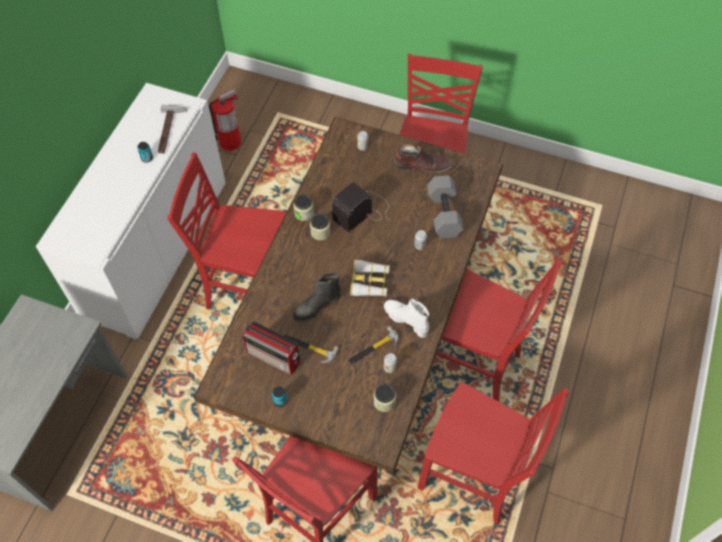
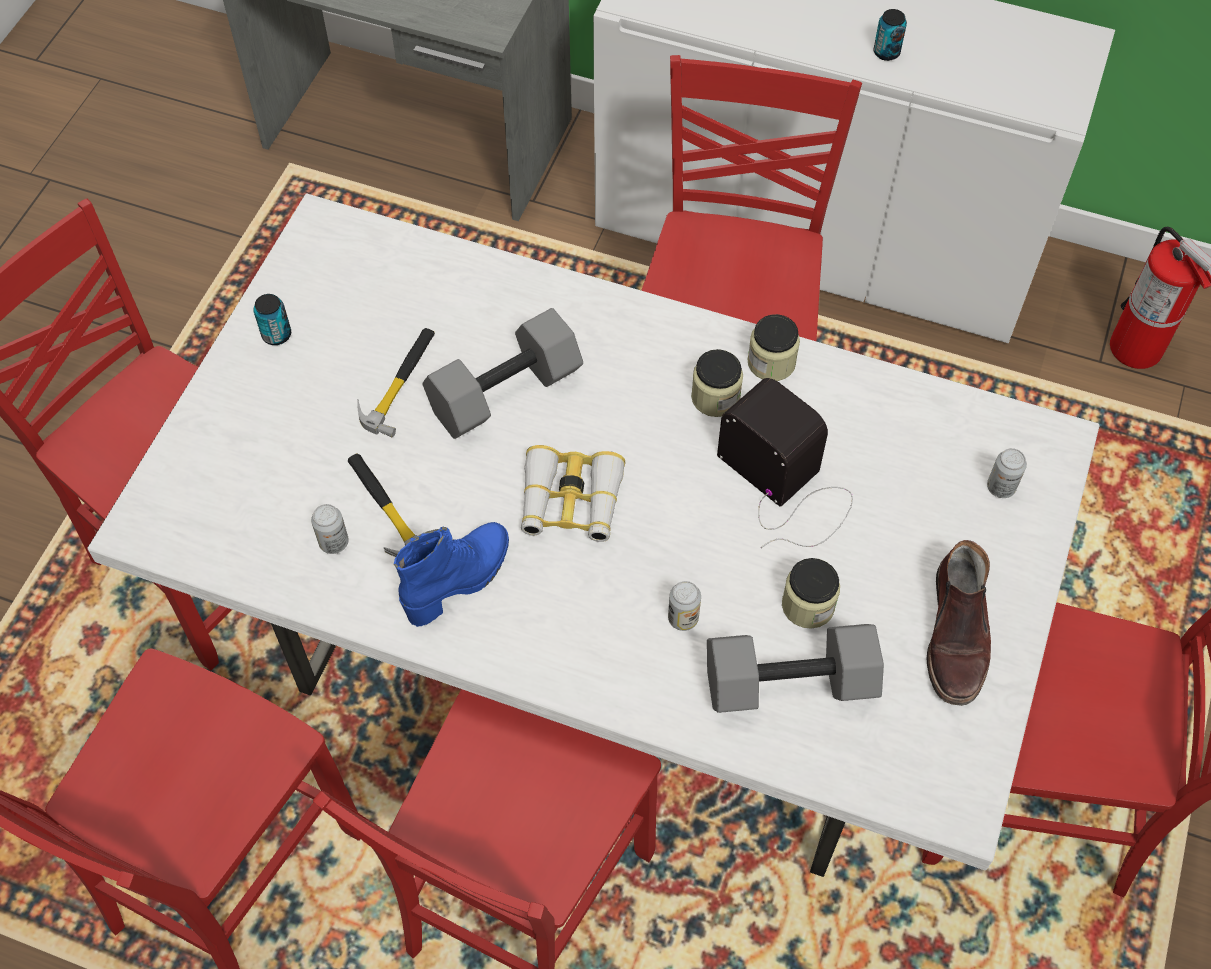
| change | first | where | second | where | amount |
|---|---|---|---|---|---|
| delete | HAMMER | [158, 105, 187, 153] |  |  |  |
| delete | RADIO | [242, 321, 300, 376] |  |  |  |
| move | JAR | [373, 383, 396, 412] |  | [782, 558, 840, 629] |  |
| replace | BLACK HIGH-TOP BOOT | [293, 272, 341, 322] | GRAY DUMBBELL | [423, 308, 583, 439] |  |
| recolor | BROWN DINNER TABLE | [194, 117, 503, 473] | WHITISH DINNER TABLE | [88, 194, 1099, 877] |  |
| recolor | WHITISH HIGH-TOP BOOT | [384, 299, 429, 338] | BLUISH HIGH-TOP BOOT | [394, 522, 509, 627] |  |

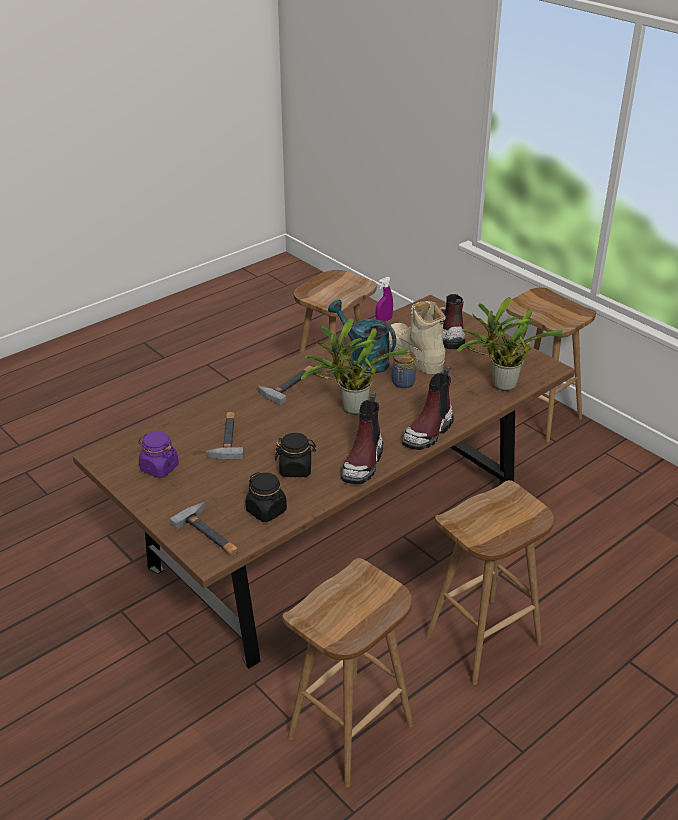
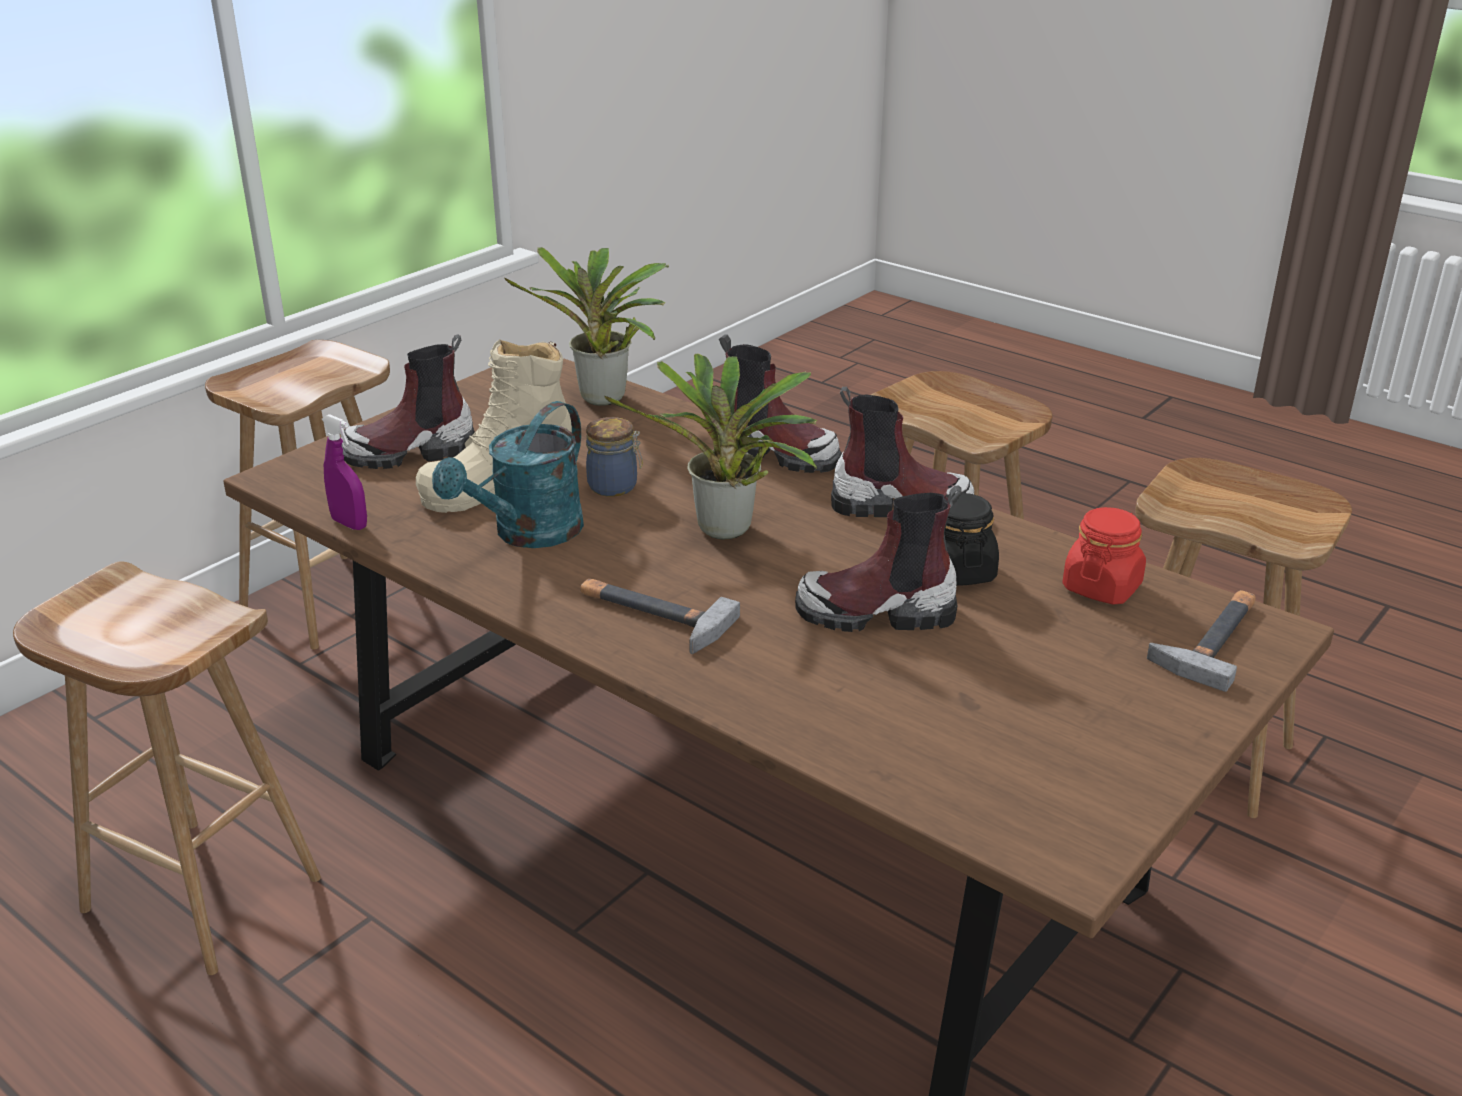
| change | first | where | second | where | amount |
|---|---|---|---|---|---|
| delete | PURPLE-COLOURED JAR | [138, 431, 179, 478] |  |  |  |
| delete | HAMMER | [206, 412, 244, 460] |  |  |  |
| insert |  |  | HIGH-TOP BOOT | [795, 485, 962, 632] |  |
| recolor | BLACK JAR | [246, 472, 287, 522] | REDDISH JAR | [1062, 507, 1146, 605] |  |

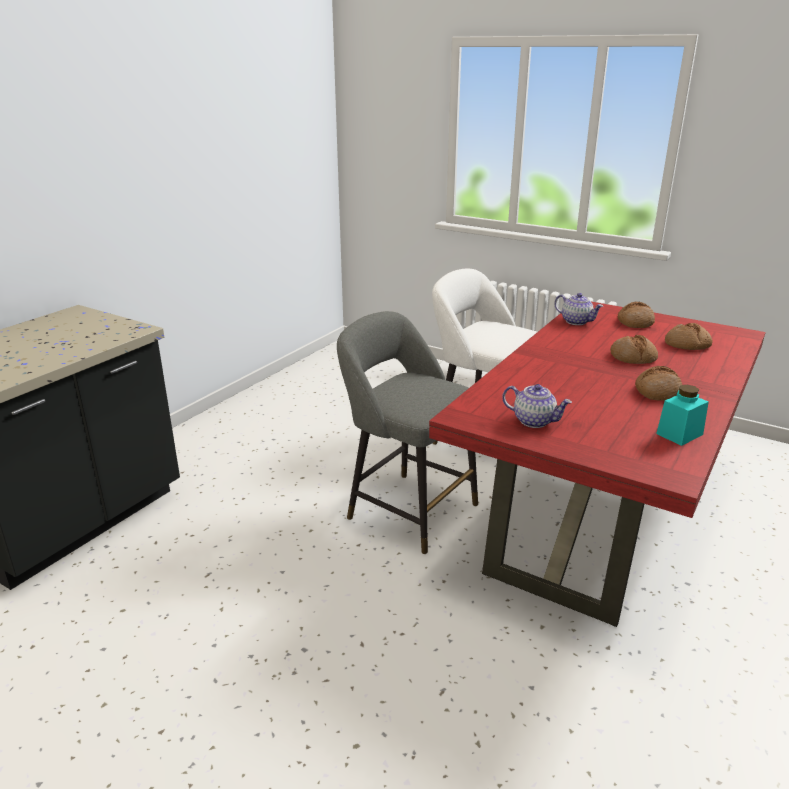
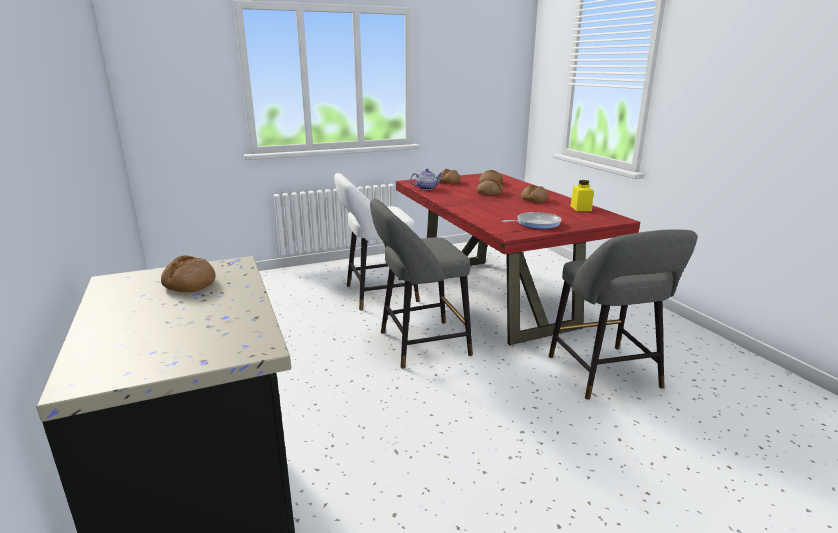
| change | first | where | second | where | amount |
|---|---|---|---|---|---|
| insert |  |  | BAKED BREAD | [161, 255, 216, 292] |  |
| insert |  |  | GRAY STOOL | [549, 229, 697, 400] |  |
| replace | POT FOR TEA | [502, 384, 572, 428] | PAN | [502, 212, 561, 229] |  |
| recolor | TURQUOISE-COLOURED JAR | [656, 385, 709, 446] | YELLOW-COLOURED JAR | [570, 180, 594, 211] |  |

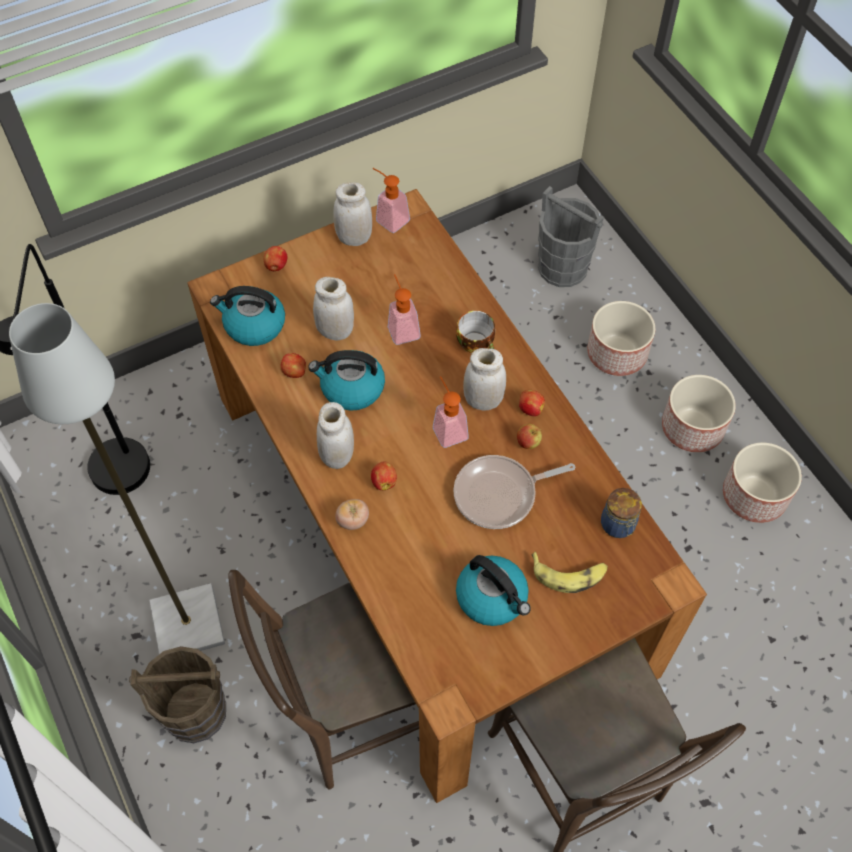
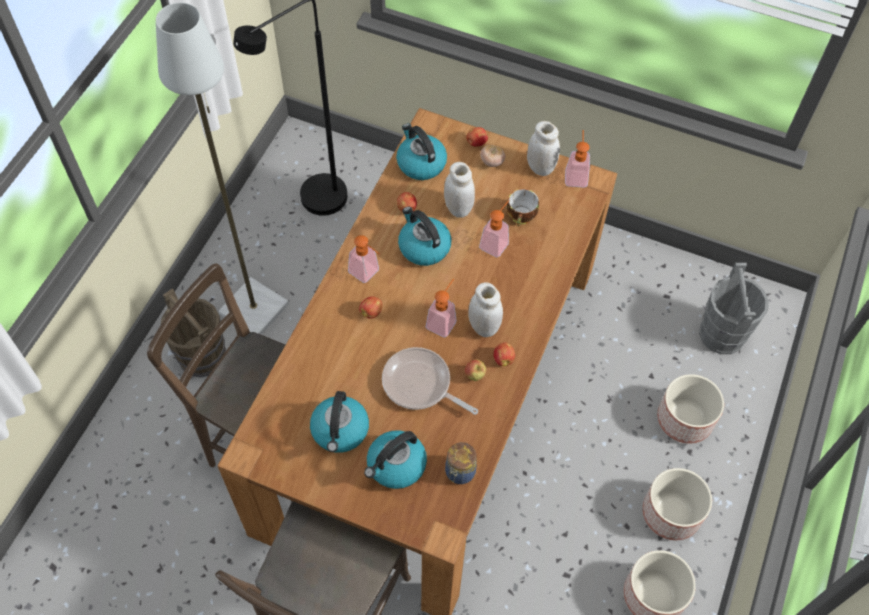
| change | first | where | second | where | amount |
|---|---|---|---|---|---|
| move | TOMATO | [336, 499, 369, 530] |  | [480, 145, 505, 167] |  |
| move | DRINKING CUP | [456, 311, 495, 354] |  | [507, 189, 539, 226] |  |
| replace | WHITISH JAR | [317, 402, 354, 469] | LIQUID SOAP BOTTLE | [348, 235, 379, 283] |  |
| replace | BANANA | [532, 551, 608, 593] | KETTLE | [364, 430, 427, 489] |  |

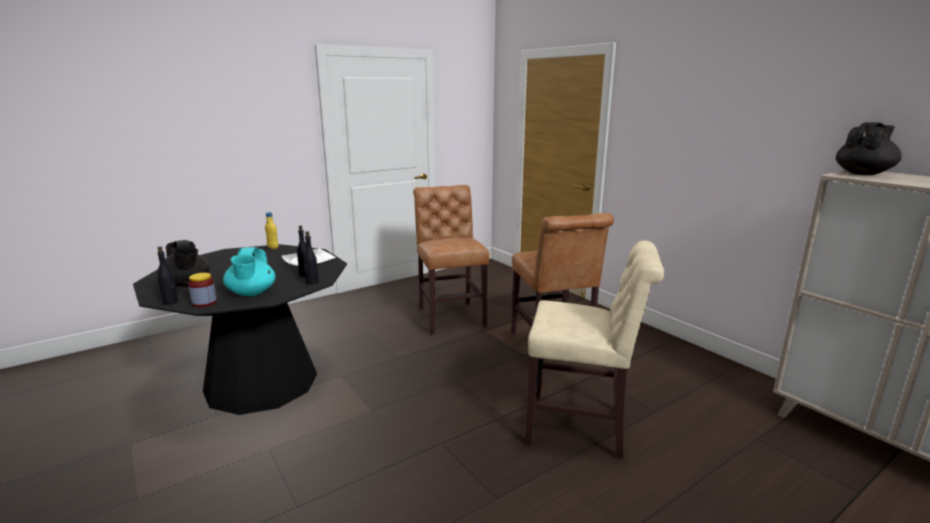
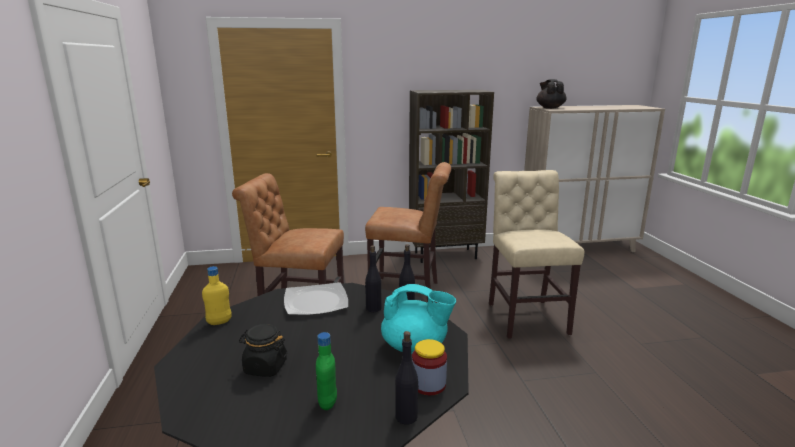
| change | first | where | second | where | amount |
|---|---|---|---|---|---|
| insert |  |  | BLACK JAR | [239, 324, 287, 377] |  |
| insert |  |  | BROWN BOOKSHELF | [409, 90, 494, 263] |  |
| replace | BLACK POT FOR TEA | [157, 240, 210, 287] | GREEN-COLOURED DRINK BOTTLE | [316, 332, 337, 410] |  |
| rotate | SAND-COLOURED CHAIR | [526, 240, 664, 459] |  | [489, 170, 585, 339] | 45 degrees counterclockwise |

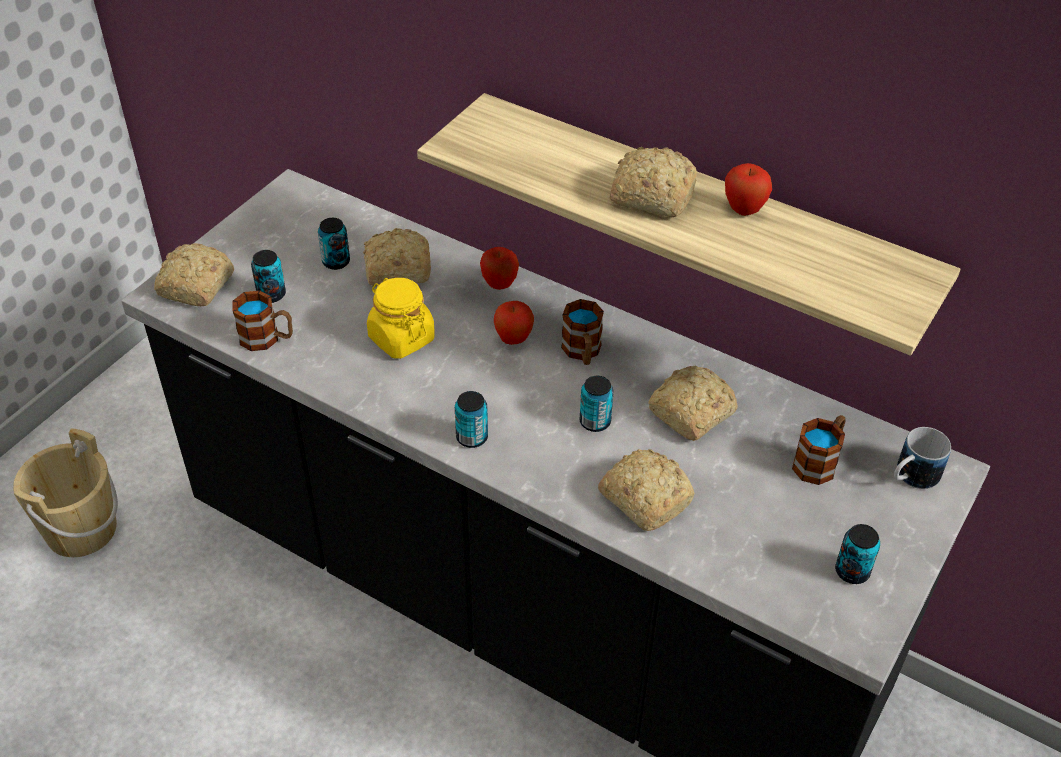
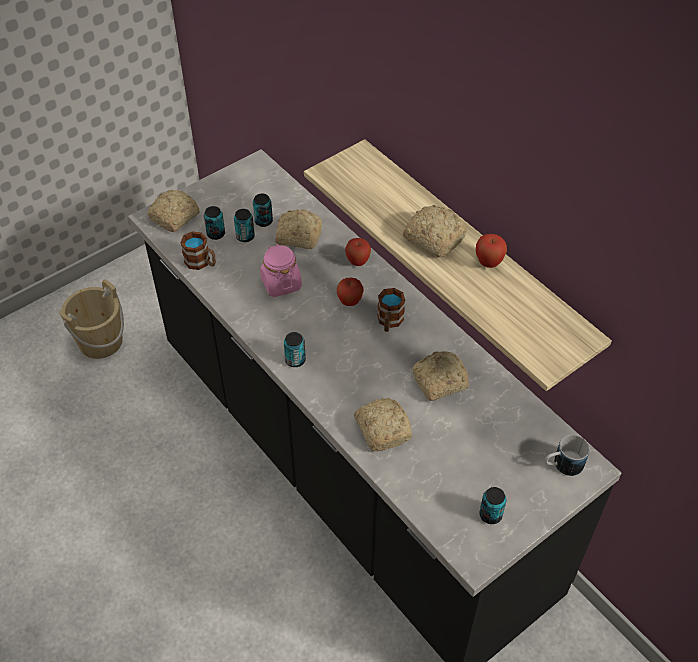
| change | first | where | second | where | amount |
|---|---|---|---|---|---|
| delete | TEA MUG | [792, 415, 846, 485] |  |  |  |
| move | METAL CAN | [580, 376, 614, 432] |  | [234, 209, 255, 242] |  |
| recolor | YELLOW-COLOURED JAR | [367, 278, 435, 359] | PINK-COLOURED JAR | [260, 244, 302, 297] |  |

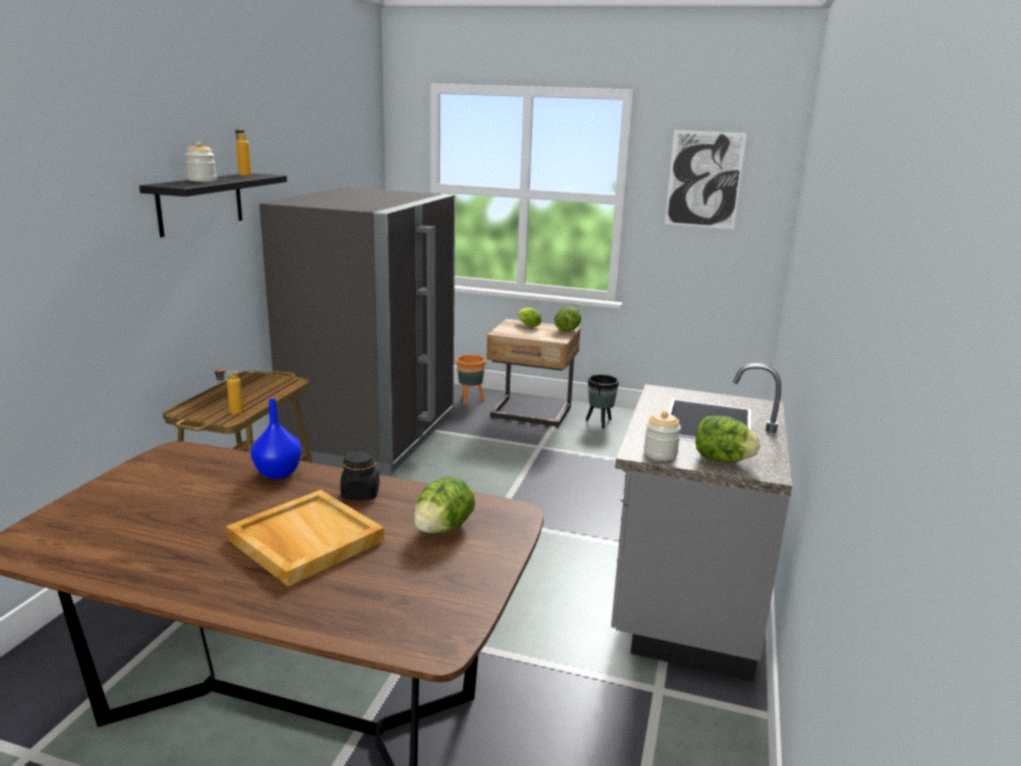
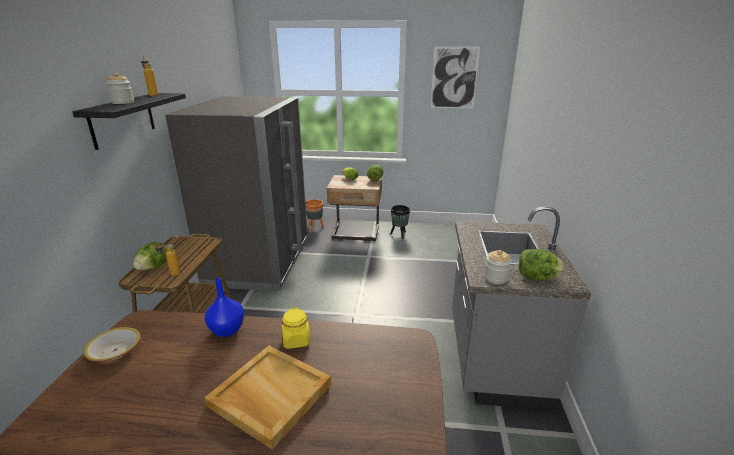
| change | first | where | second | where | amount |
|---|---|---|---|---|---|
| insert |  |  | DEEP DISH | [83, 327, 141, 362] |  |
| move | LETTUCE HEAD | [414, 477, 475, 534] |  | [133, 241, 167, 270] |  |
| recolor | BLACK JAR | [340, 450, 380, 500] | YELLOW-COLOURED JAR | [282, 308, 311, 349] |  |

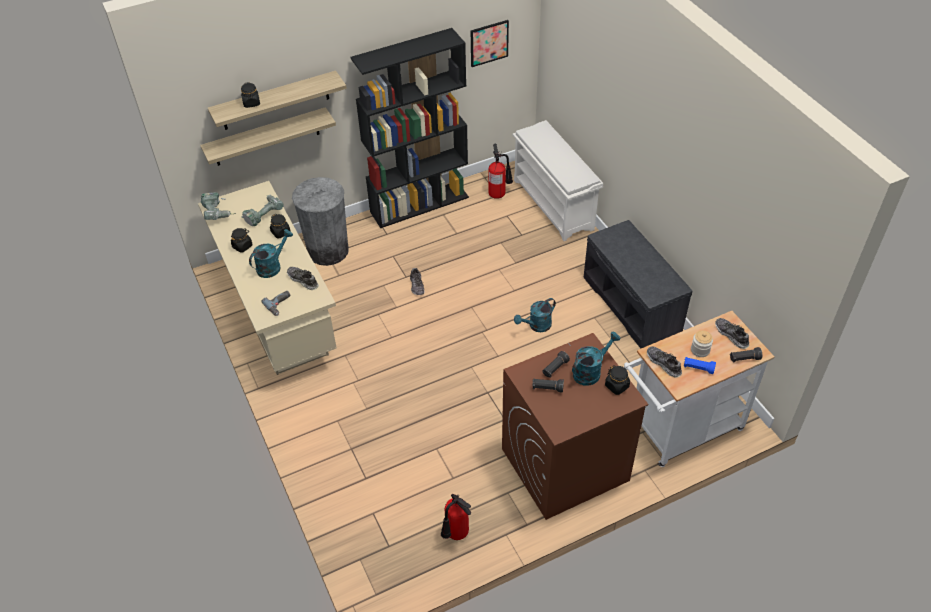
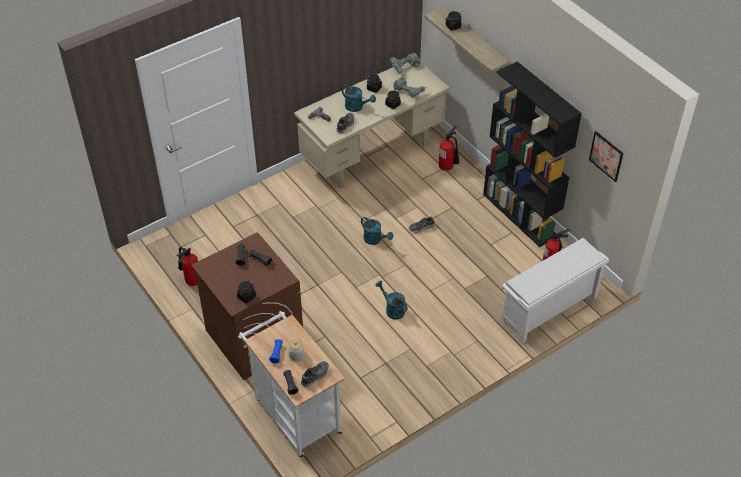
| change | first | where | second | where | amount |
|---|---|---|---|---|---|
| delete | SHELF | [200, 107, 336, 166] |  |  |  |
| delete | GRAY BENCH | [583, 220, 692, 349] |  |  |  |
| delete | ITEM OF FOOTWEAR | [647, 346, 682, 378] |  |  |  |
| move | TURQUOISE-COLOURED WATERING POT | [572, 331, 621, 386] |  | [361, 217, 393, 245] |  |
| replace | GRAY RUBBISH BIN | [292, 177, 349, 266] | EXTINGUISHER | [439, 126, 460, 171] |  |

